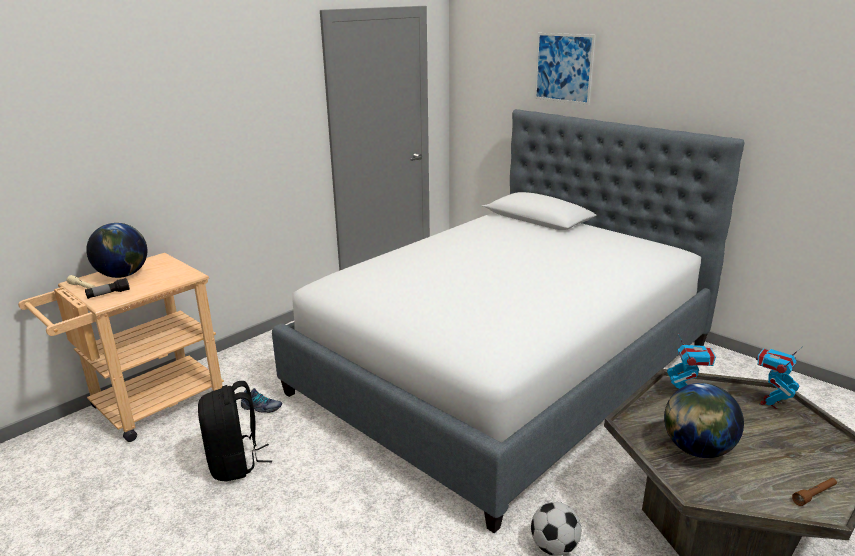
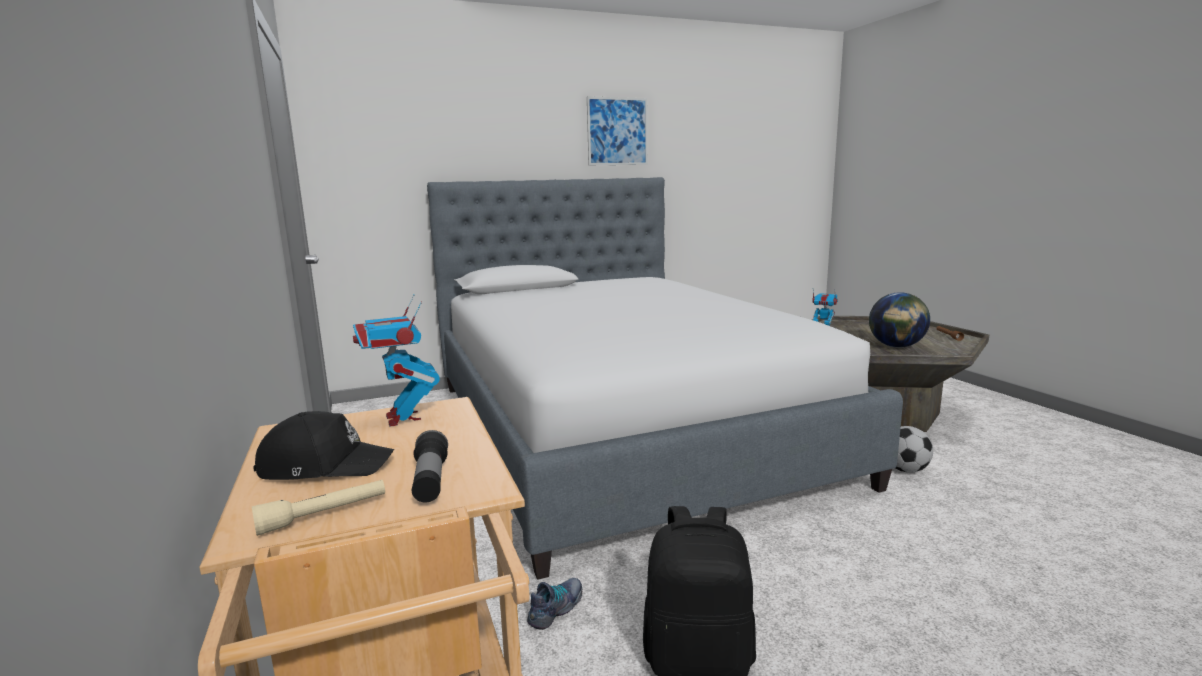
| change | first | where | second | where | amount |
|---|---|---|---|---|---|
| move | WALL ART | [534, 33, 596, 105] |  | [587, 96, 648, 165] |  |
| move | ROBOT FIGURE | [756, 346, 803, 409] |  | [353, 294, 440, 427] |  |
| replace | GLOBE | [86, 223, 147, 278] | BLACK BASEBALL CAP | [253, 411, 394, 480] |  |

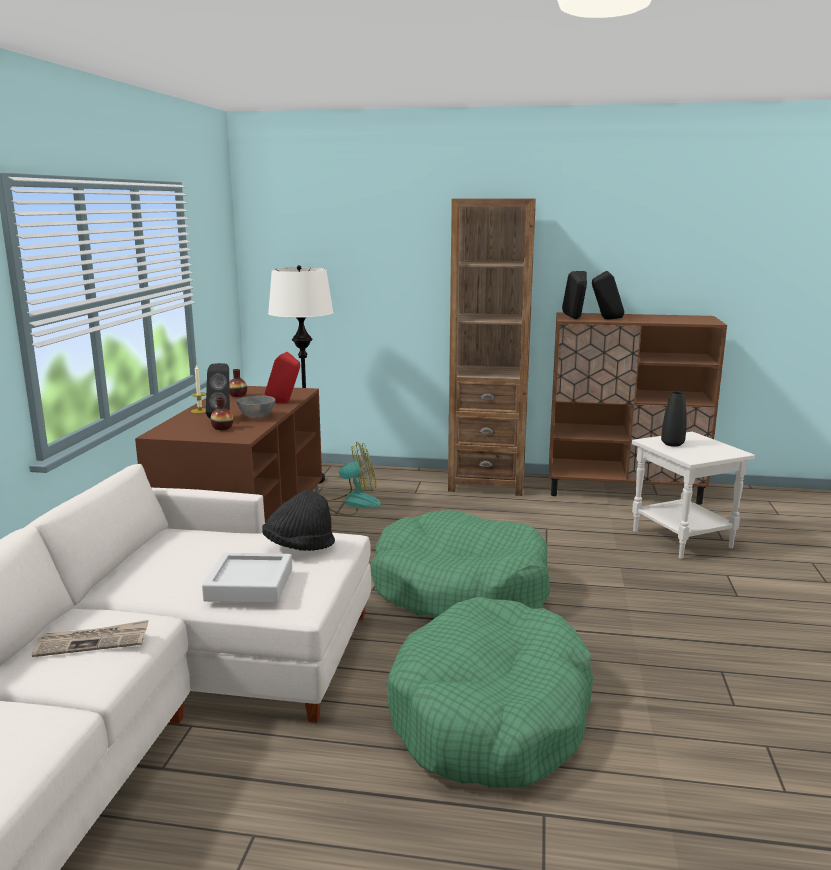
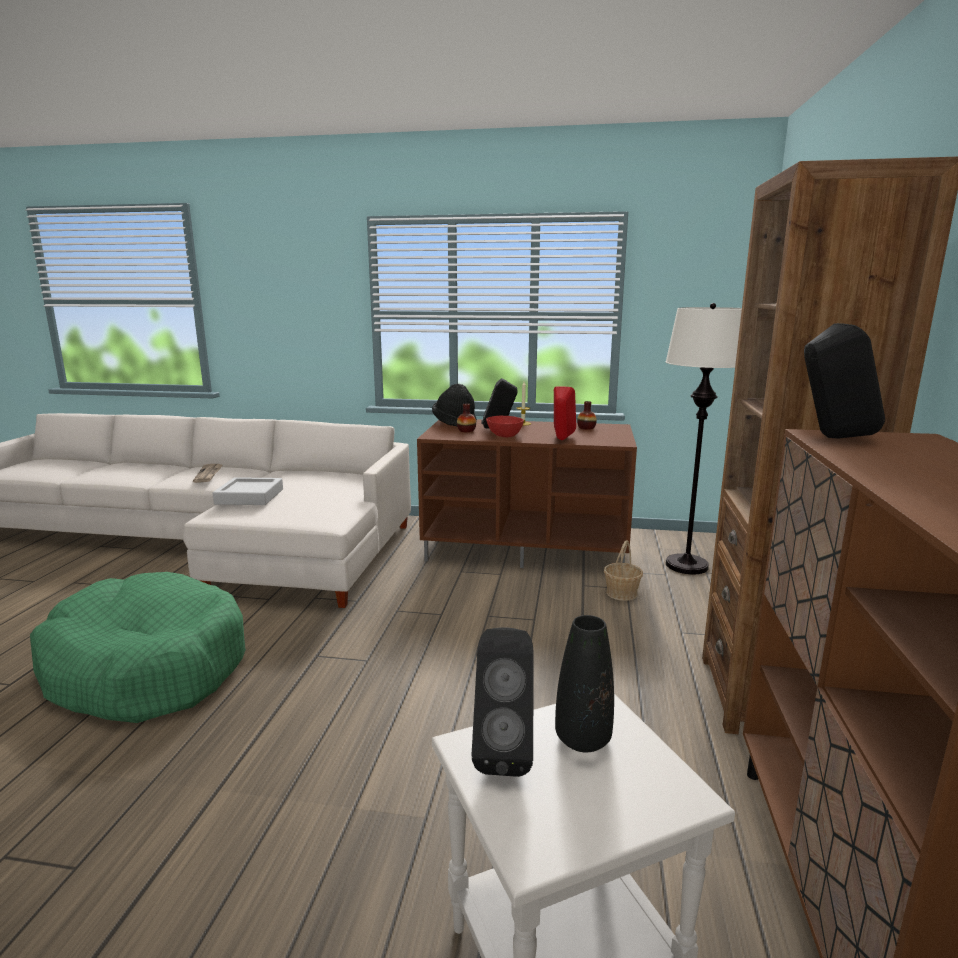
| change | first | where | second | where | amount |
|---|---|---|---|---|---|
| delete | GREEN-COLOURED PET BED | [371, 510, 550, 617] |  |  |  |
| move | BLACK CLOTHING HAT | [262, 490, 335, 551] |  | [432, 384, 477, 427] |  |
| move | BLACK AUDIO SPEAKER | [592, 271, 625, 320] |  | [472, 627, 534, 777] |  |
| replace | FAN | [328, 442, 381, 516] | HOUSEHOLD BASKET | [604, 540, 643, 601] |  |
| recolor | GRAY DEEP DISH | [236, 396, 275, 418] | REDDISH DEEP DISH | [486, 416, 524, 437] |  |

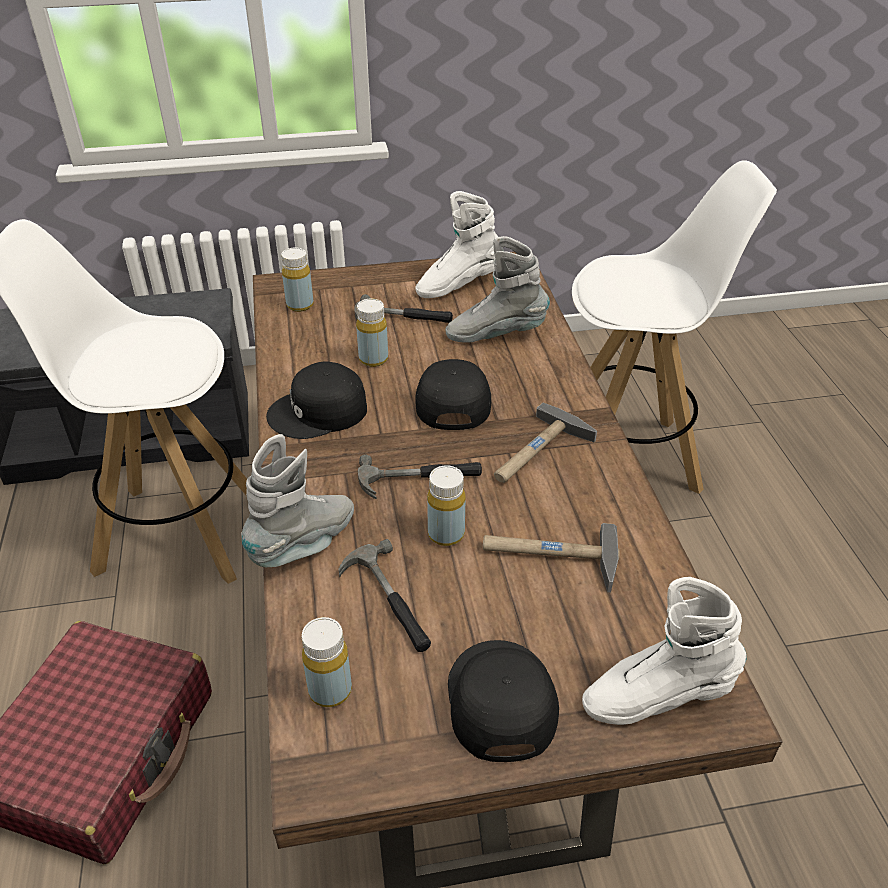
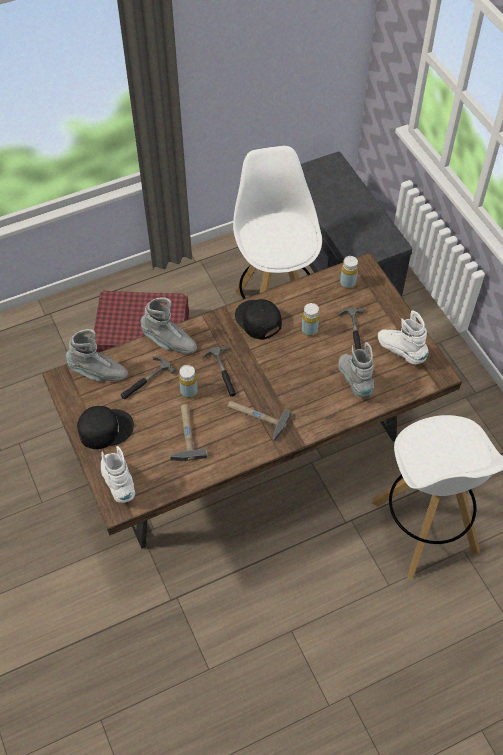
| change | first | where | second | where | amount |
|---|---|---|---|---|---|
| delete | BLACK BASEBALL CAP | [415, 359, 491, 430] |  |  |  |
| replace | YELLOW-COLOURED DRINK BOTTLE | [301, 617, 352, 707] | GRAY HIGH-TOP BOOT | [66, 329, 128, 381] |  |

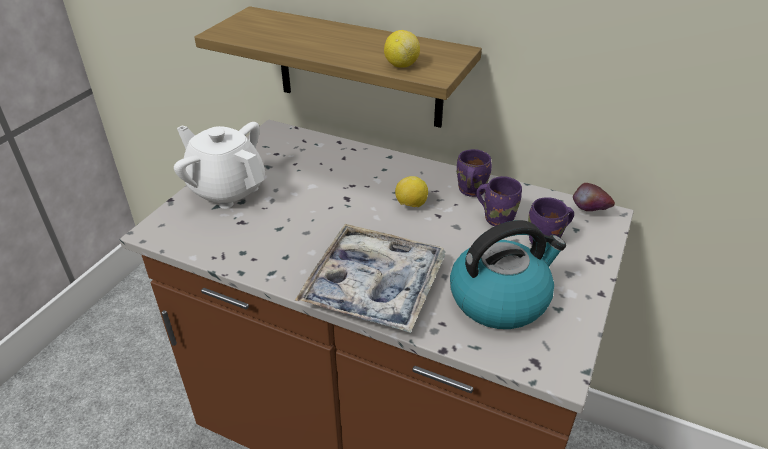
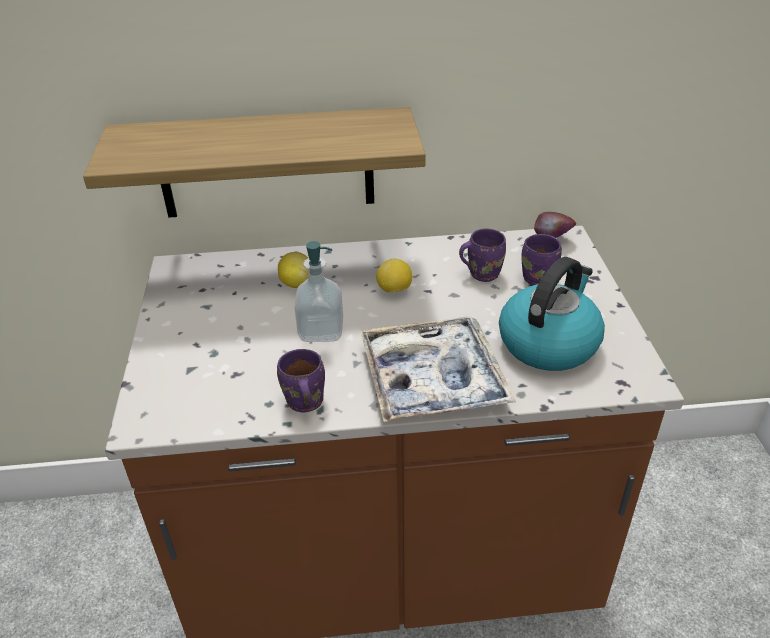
| change | first | where | second | where | amount |
|---|---|---|---|---|---|
| delete | WHITISH POT FOR TEA | [174, 122, 265, 209] |  |  |  |
| insert |  |  | LIQUID SOAP BOTTLE | [295, 241, 343, 342] |  |
| move | WHOLE LEMON | [384, 30, 420, 68] |  | [278, 252, 308, 288] |  |
| move | PURPLE-COLOURED TEA MUG | [457, 149, 492, 197] |  | [277, 349, 325, 412] |  |

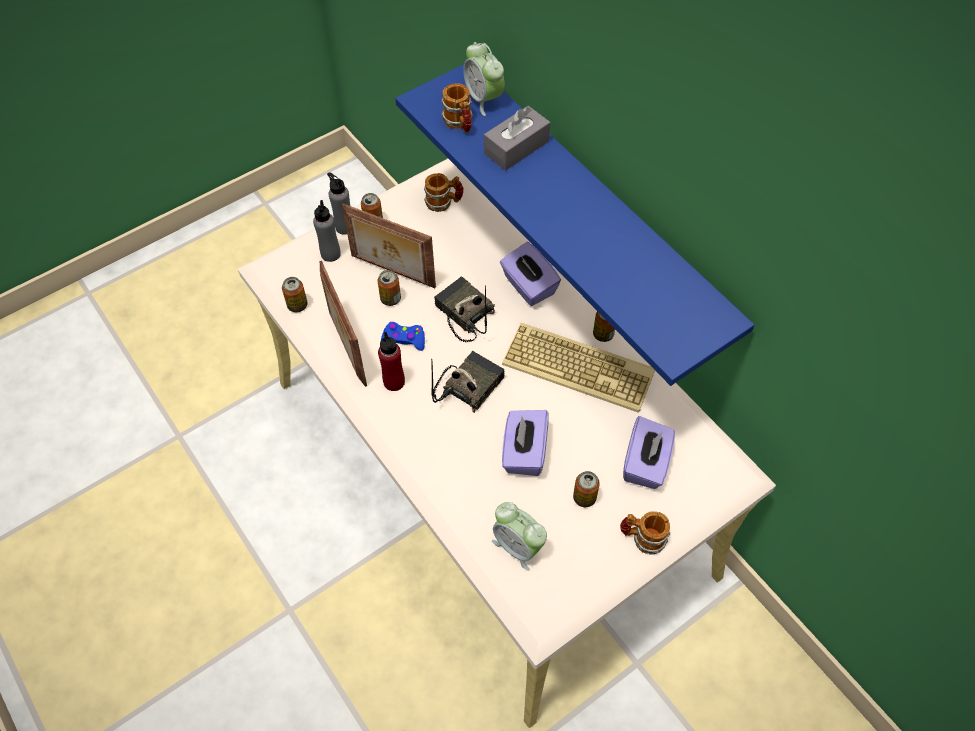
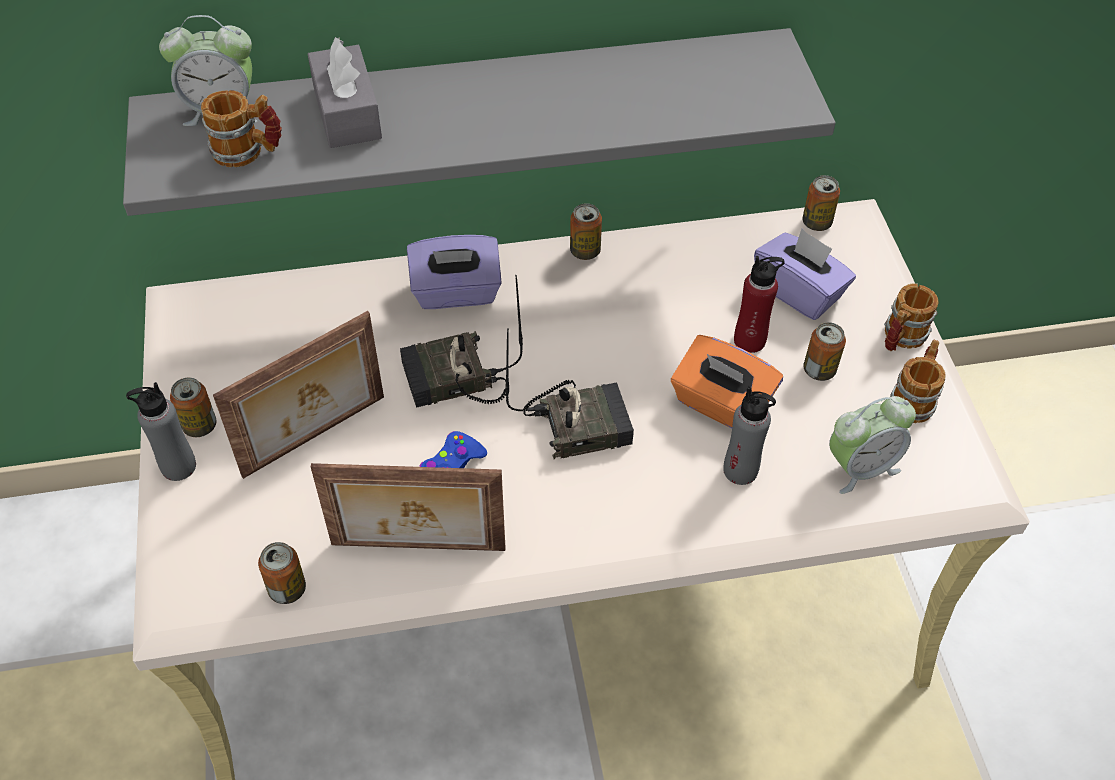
| change | first | where | second | where | amount |
|---|---|---|---|---|---|
| delete | KEYBOARD | [502, 323, 655, 413] |  |  |  |
| move | GRAY DRINK BOTTLE | [313, 200, 341, 262] |  | [723, 386, 776, 485] |  |
| move | METAL CAN | [377, 270, 401, 306] |  | [802, 175, 840, 231] |  |
| move | REDDISH DRINK BOTTLE | [378, 332, 405, 391] |  | [734, 256, 785, 353] |  |
| move | TEA MUG | [424, 173, 464, 212] |  | [890, 340, 945, 423] |  |
| recolor | BLUISH SHELF | [395, 64, 754, 386] | GRAY SHELF | [123, 28, 836, 216] |  |
| recolor | PURPLE-COLOURED TISSUE BOX | [502, 410, 549, 476] | ORANGEY TISSUE BOX | [671, 335, 783, 429] |  |
| rotate | RADIO | [431, 351, 505, 413] |  | [505, 328, 634, 459] | 105 degrees clockwise |

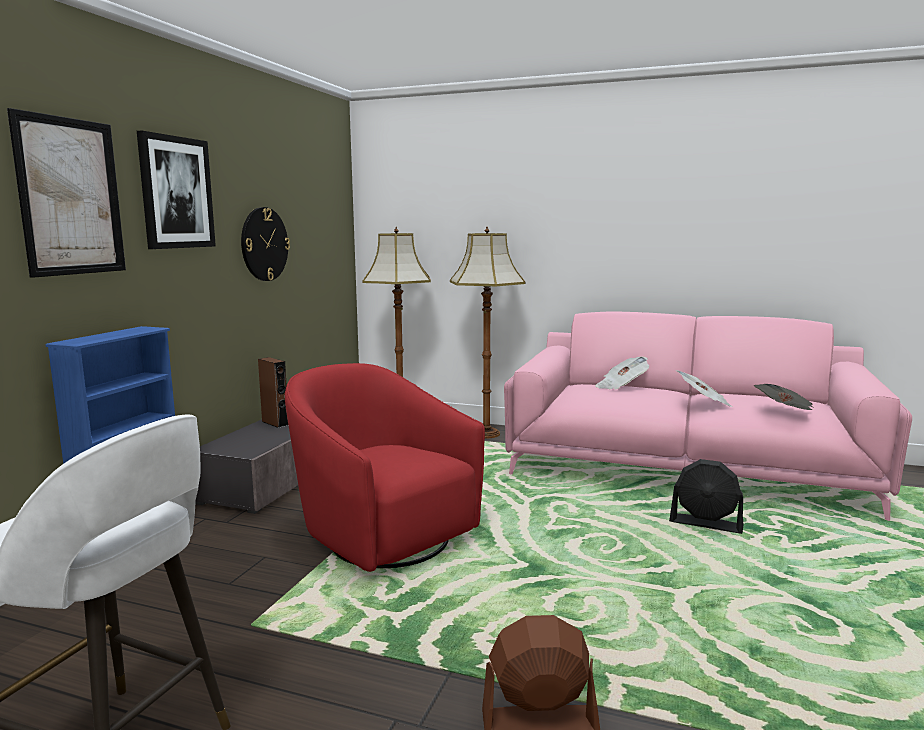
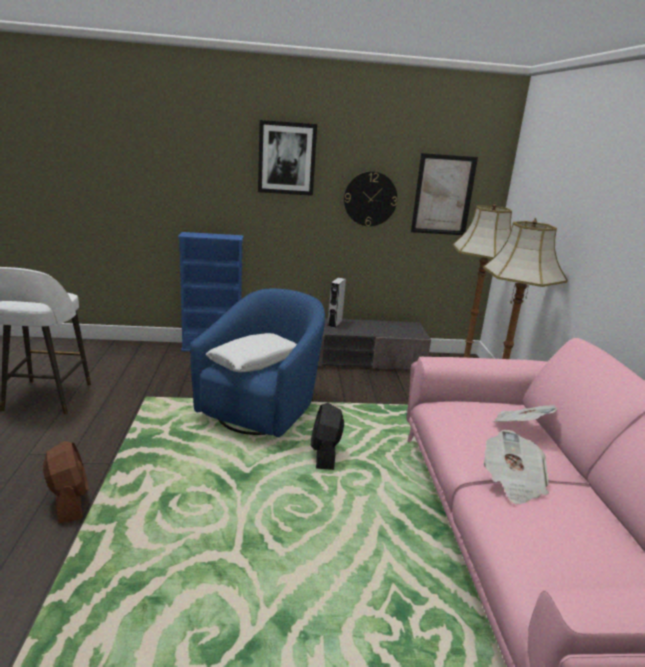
| change | first | where | second | where | amount |
|---|---|---|---|---|---|
| delete | NEWSPAPER | [754, 384, 813, 410] |  |  |  |
| insert |  |  | WHITISH THROW PILLOW | [206, 333, 297, 372] |  |
| move | WALL ART | [7, 108, 126, 278] |  | [411, 153, 478, 235] |  |
| move | BLACK FAN | [669, 459, 744, 534] |  | [311, 403, 344, 470] |  |
| recolor | BROWN AUDIO SPEAKER | [258, 357, 288, 428] | GRAY AUDIO SPEAKER | [327, 278, 346, 328] |  |
| recolor | REDDISH EASY CHAIR | [285, 363, 485, 572] | BLUISH EASY CHAIR | [190, 289, 325, 437] |  |

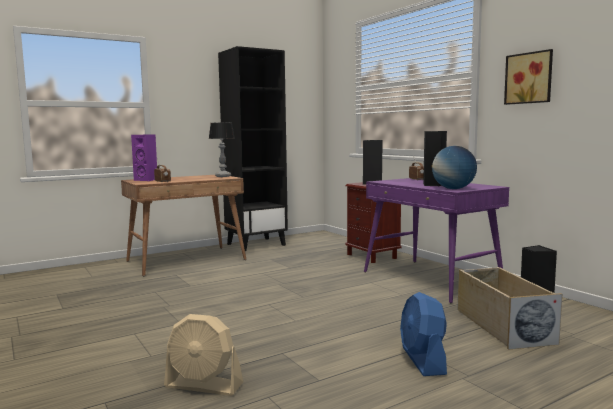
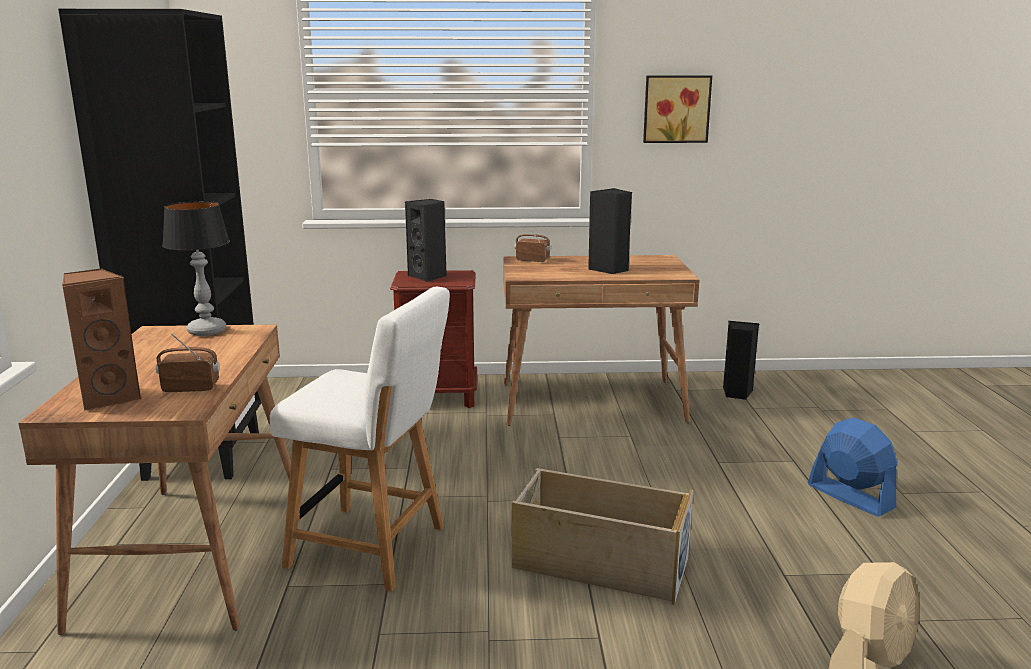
| change | first | where | second | where | amount |
|---|---|---|---|---|---|
| delete | GLOBE | [432, 146, 477, 189] |  |  |  |
| insert |  |  | WHITISH CHAIR | [270, 287, 450, 592] |  |
| move | SAND-COLOURED STORAGE CONTAINER | [457, 267, 562, 350] |  | [512, 468, 693, 605] |  |
| recolor | PURPLE-COLOURED AUDIO SPEAKER | [131, 134, 157, 181] | BROWN AUDIO SPEAKER | [62, 268, 142, 411] |  |
| recolor | PURPLE-COLOURED DESK UNIT | [364, 178, 509, 303] | BROWN DESK UNIT | [503, 255, 699, 426] |  |
| rotate | BLUISH FAN | [400, 292, 447, 376] |  | [808, 418, 897, 517] | 150 degrees counterclockwise |

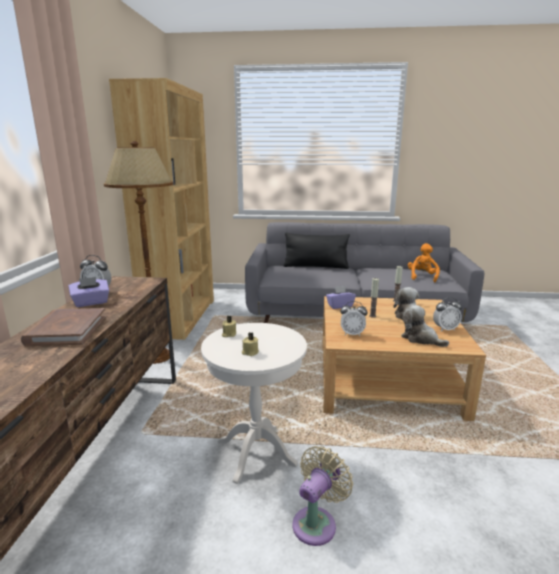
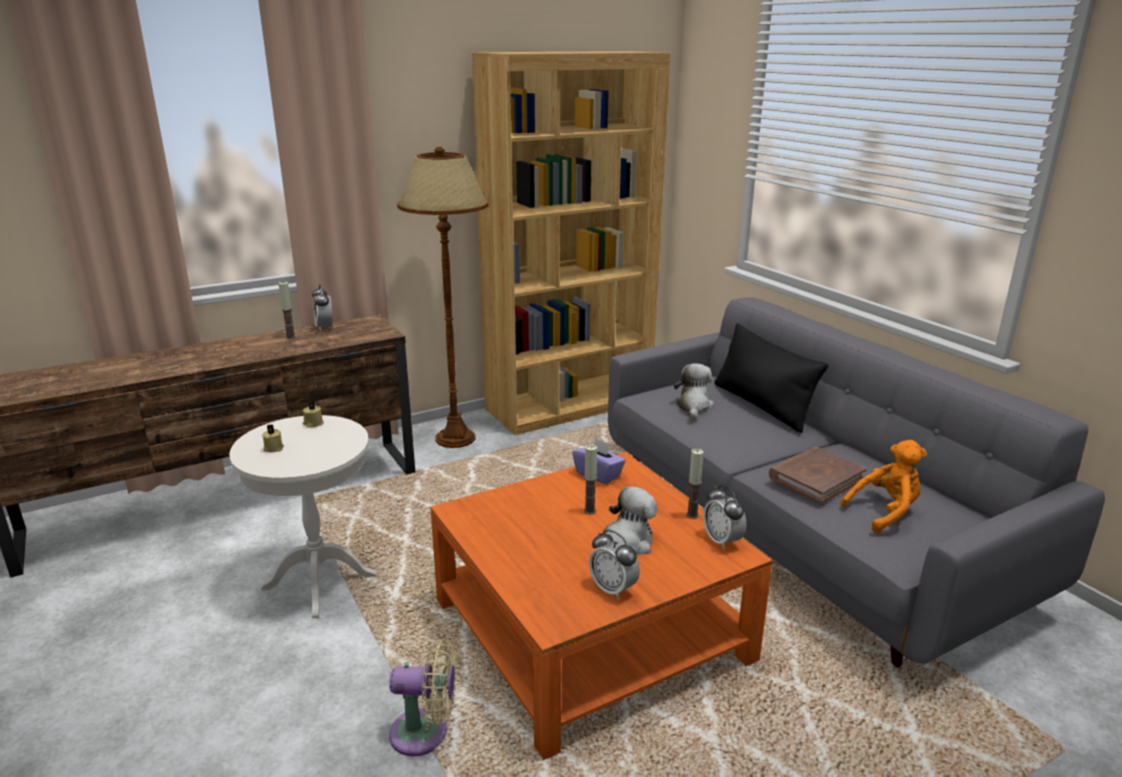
| change | first | where | second | where | amount |
|---|---|---|---|---|---|
| move | BROWN BOUND BOOK | [21, 308, 106, 346] |  | [769, 447, 867, 503] |  |
| move | SAND-COLOURED FAN | [293, 446, 353, 546] |  | [389, 640, 456, 756] |  |
| move | ALARM CLOCK | [340, 301, 368, 336] |  | [703, 485, 747, 550] |  |
| move | PLUSH TOY | [401, 305, 449, 347] |  | [674, 363, 714, 420] |  |
| replace | PURPLE-COLOURED TISSUE BOX | [68, 277, 109, 307] | CANDLE | [278, 282, 296, 339] |  |
| recolor | SAND-COLOURED COFFEE TABLE | [322, 296, 486, 421] | ORANGEY COFFEE TABLE | [430, 452, 773, 760] |  |

